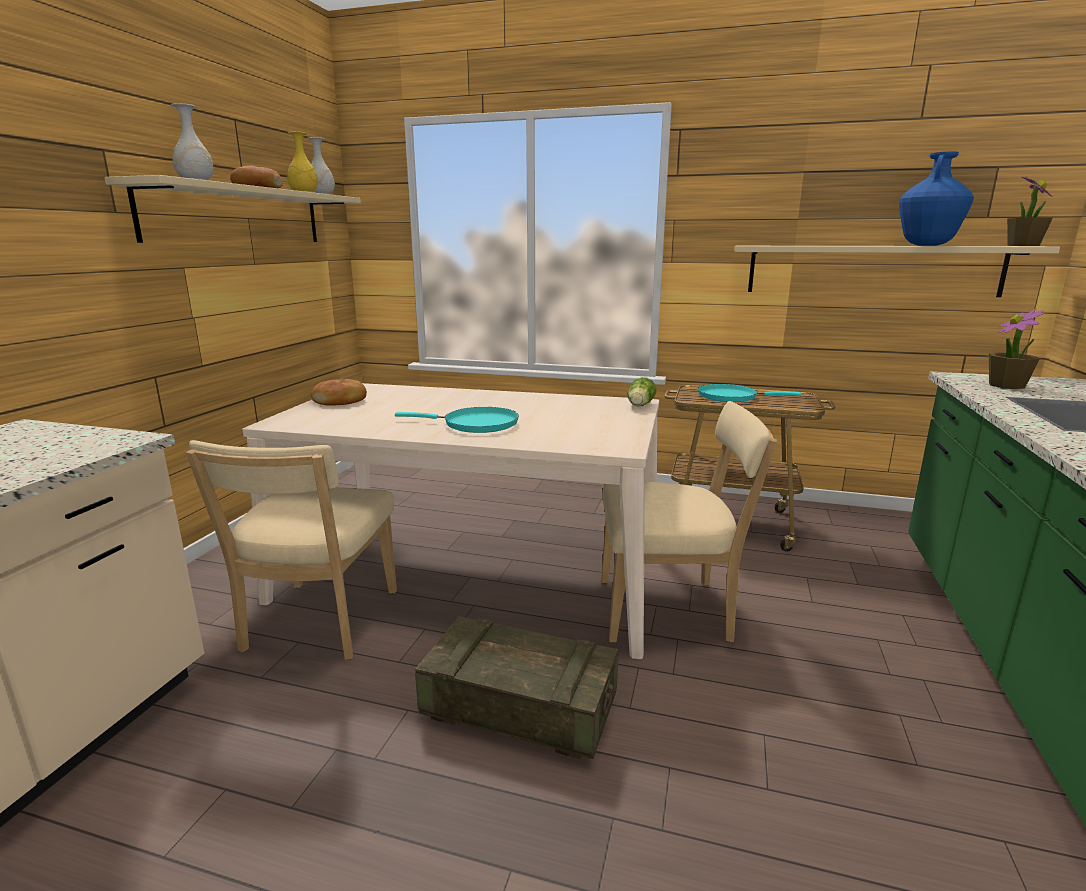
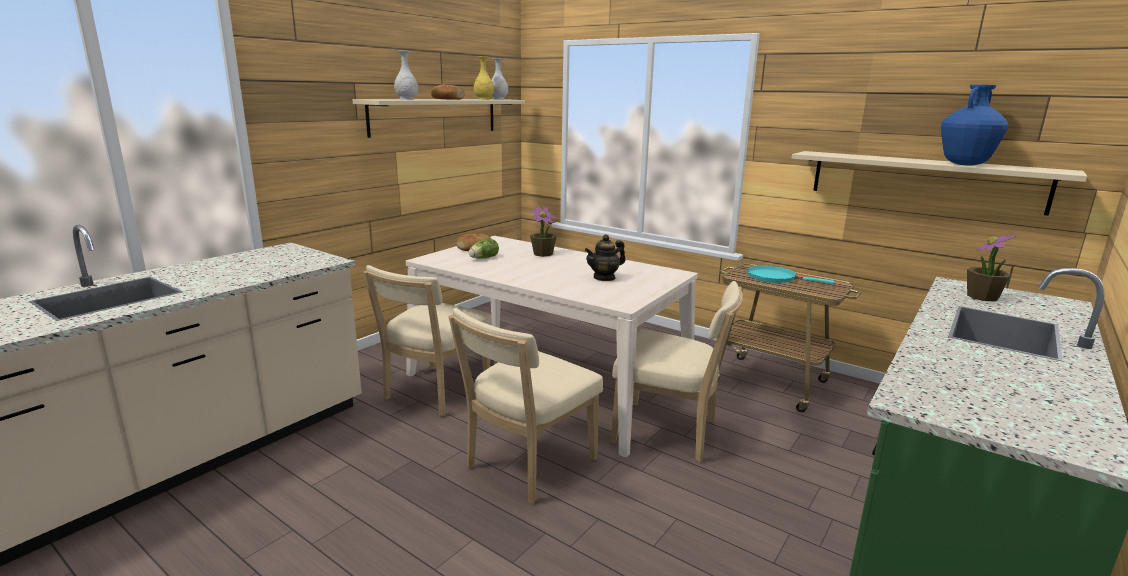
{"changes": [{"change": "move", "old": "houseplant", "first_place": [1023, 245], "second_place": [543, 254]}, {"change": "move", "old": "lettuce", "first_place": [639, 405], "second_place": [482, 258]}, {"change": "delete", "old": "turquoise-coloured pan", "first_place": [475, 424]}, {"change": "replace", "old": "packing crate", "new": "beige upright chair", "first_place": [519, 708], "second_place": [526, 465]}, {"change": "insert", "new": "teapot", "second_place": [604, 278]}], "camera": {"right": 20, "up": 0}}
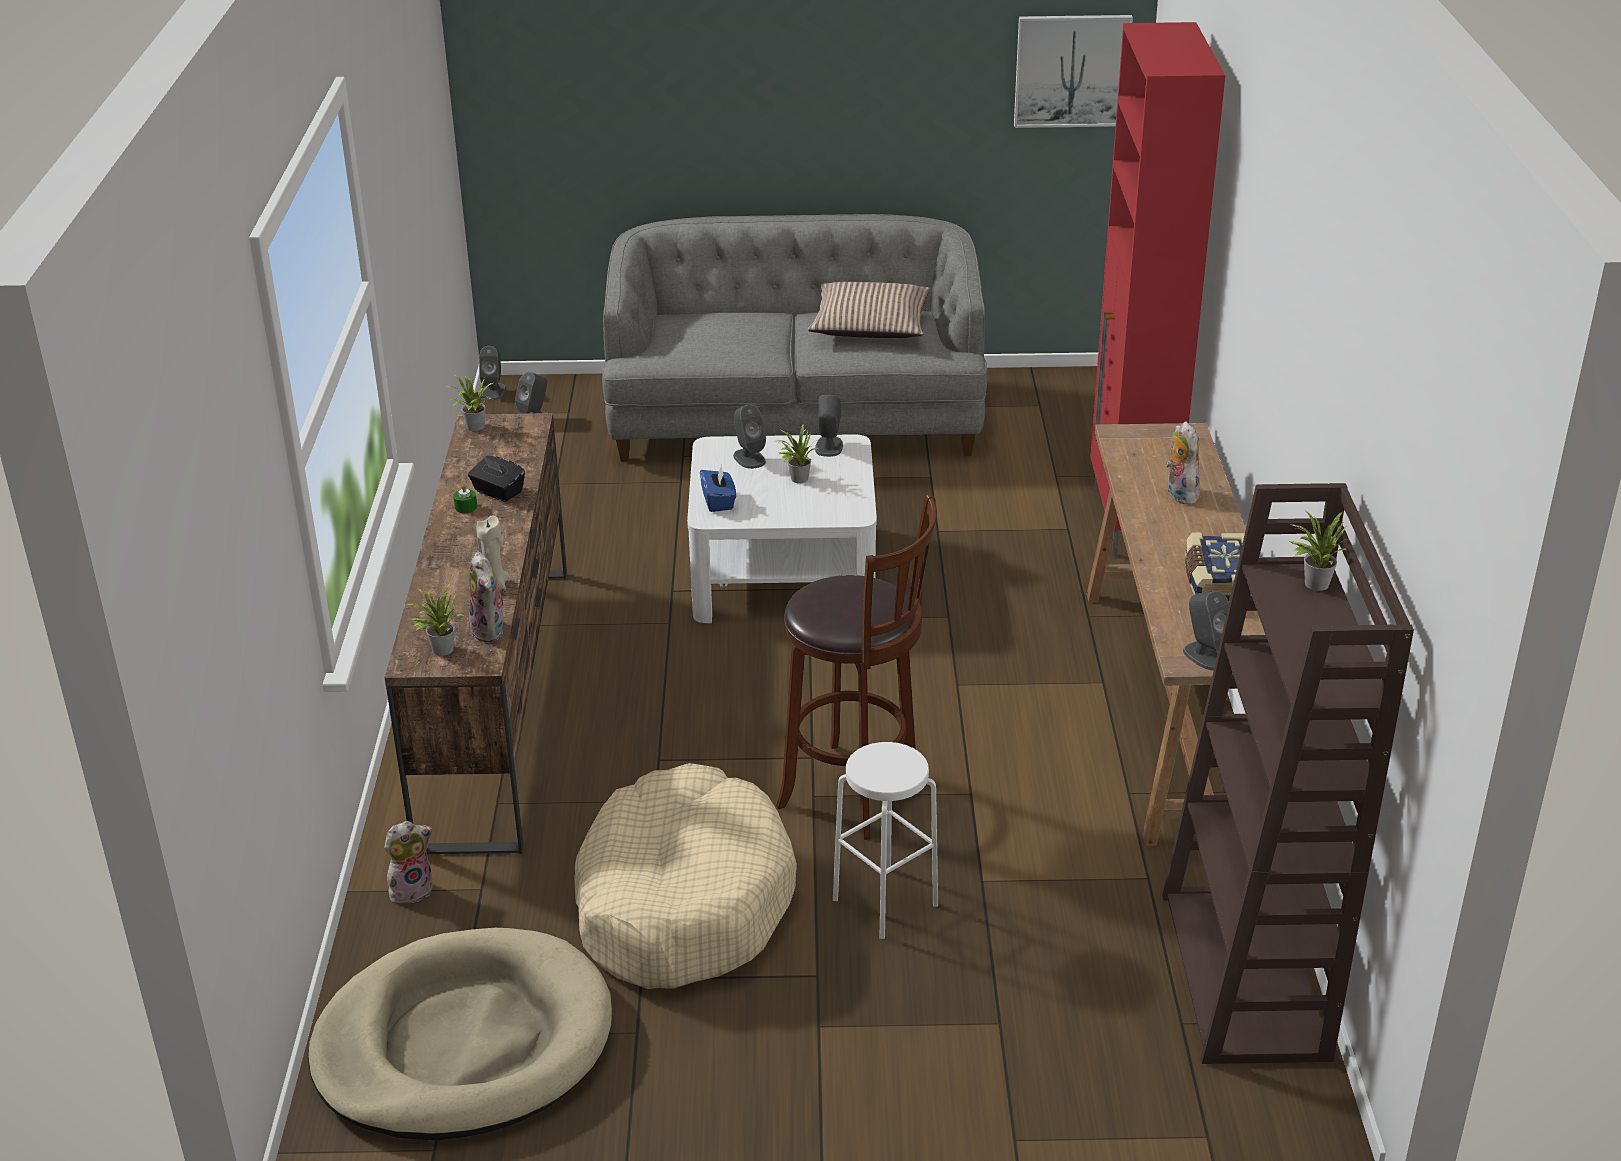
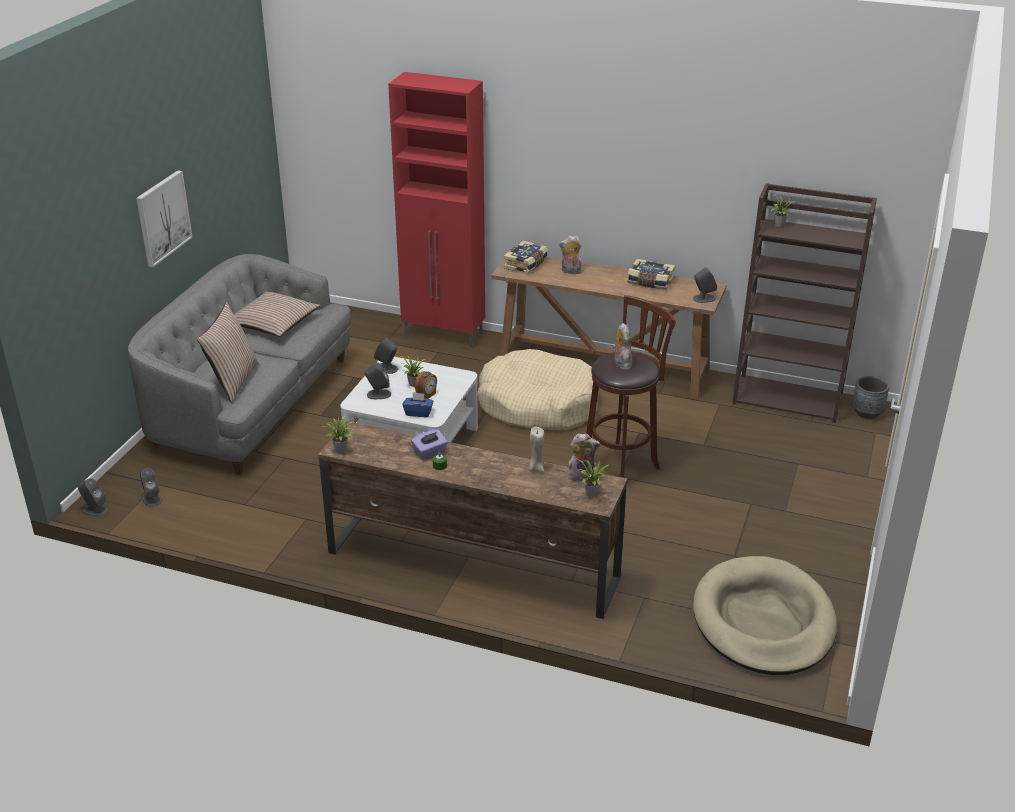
{"changes": [{"change": "move", "old": "picture", "first_place": [1071, 70], "second_place": [163, 218]}, {"change": "recolor", "old": "blackish box of tissues", "new": "purple-coloured box of tissues", "first_place": [498, 492], "second_place": [429, 452]}, {"change": "delete", "old": "whitish stool seat", "first_place": [885, 902]}, {"change": "move", "old": "beige dog bed", "first_place": [682, 902], "second_place": [538, 404]}, {"change": "move", "old": "soft toy", "first_place": [412, 889], "second_place": [621, 364]}, {"change": "insert", "new": "bound book", "second_place": [526, 264]}, {"change": "insert", "new": "cushion", "second_place": [233, 381]}, {"change": "insert", "new": "alarm clock", "second_place": [426, 395]}, {"change": "insert", "new": "grey planter", "second_place": [867, 413]}], "camera": {"right": -70, "up": 0}}
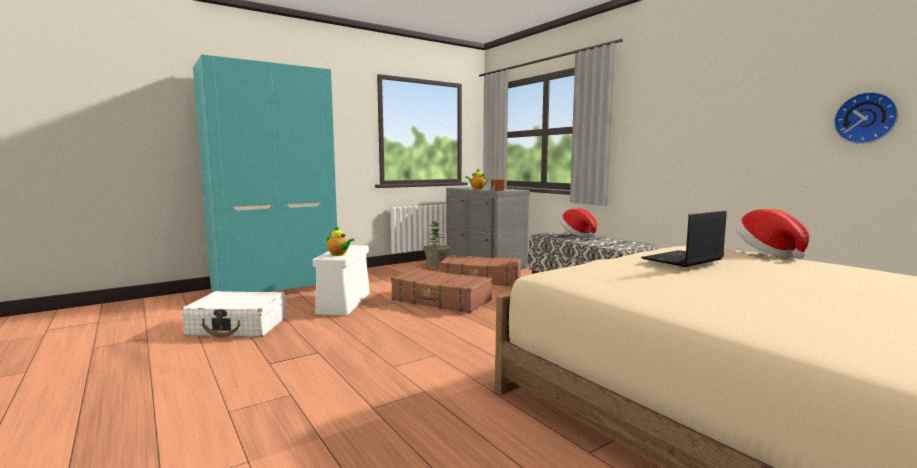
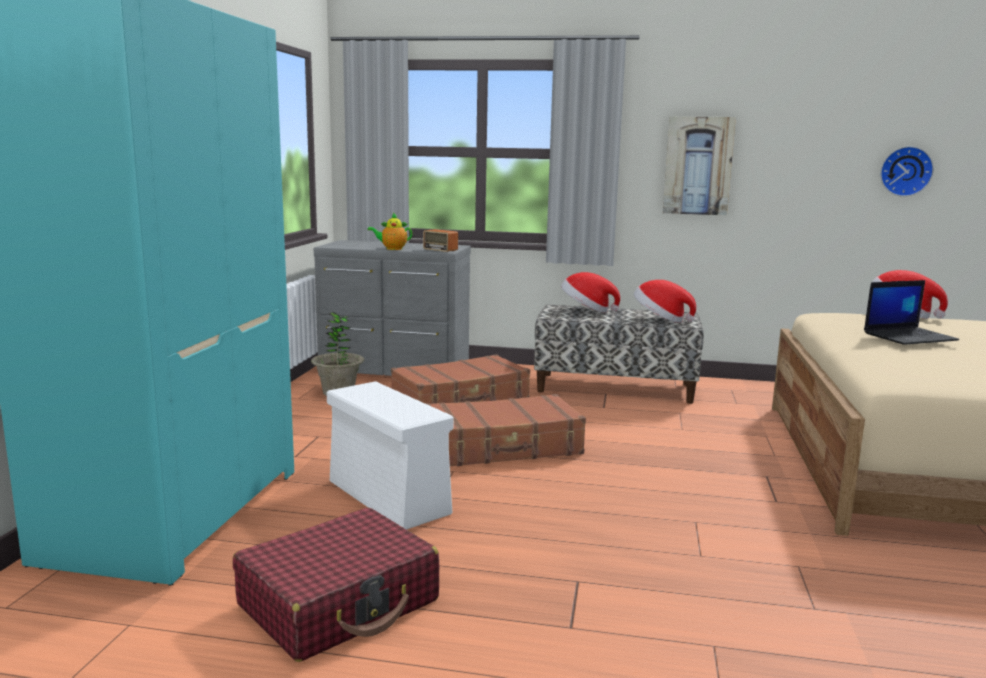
{"changes": [{"change": "rotate", "old": "laptop", "first_place": [682, 259], "second_place": [910, 336], "degrees": -120}, {"change": "delete", "old": "teapot", "first_place": [339, 255]}, {"change": "recolor", "old": "whitish piece of luggage", "new": "reddish piece of luggage", "first_place": [238, 326], "second_place": [339, 603]}, {"change": "insert", "new": "picture", "second_place": [698, 166]}, {"change": "insert", "new": "wearable hat", "second_place": [660, 319]}], "camera": {"right": -45, "up": 5}}
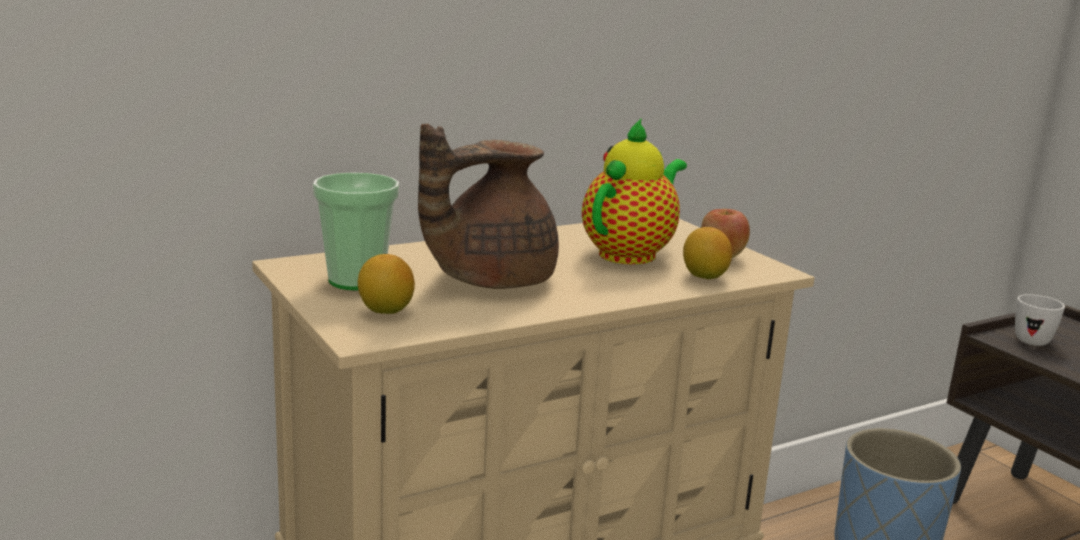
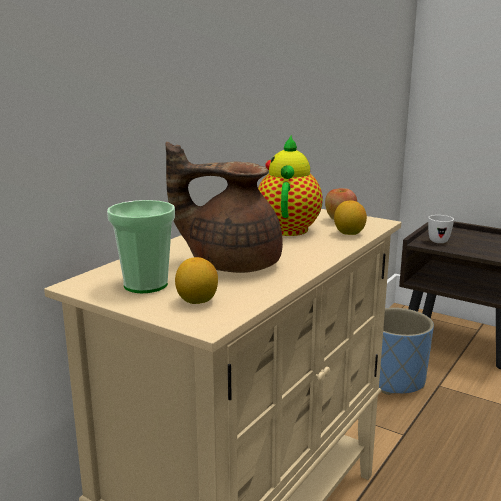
{"changes": [{"change": "rotate", "old": "brownish teapot", "first_place": [488, 280], "second_place": [231, 264], "degrees": 75}], "camera": {"right": -25, "up": 0}}
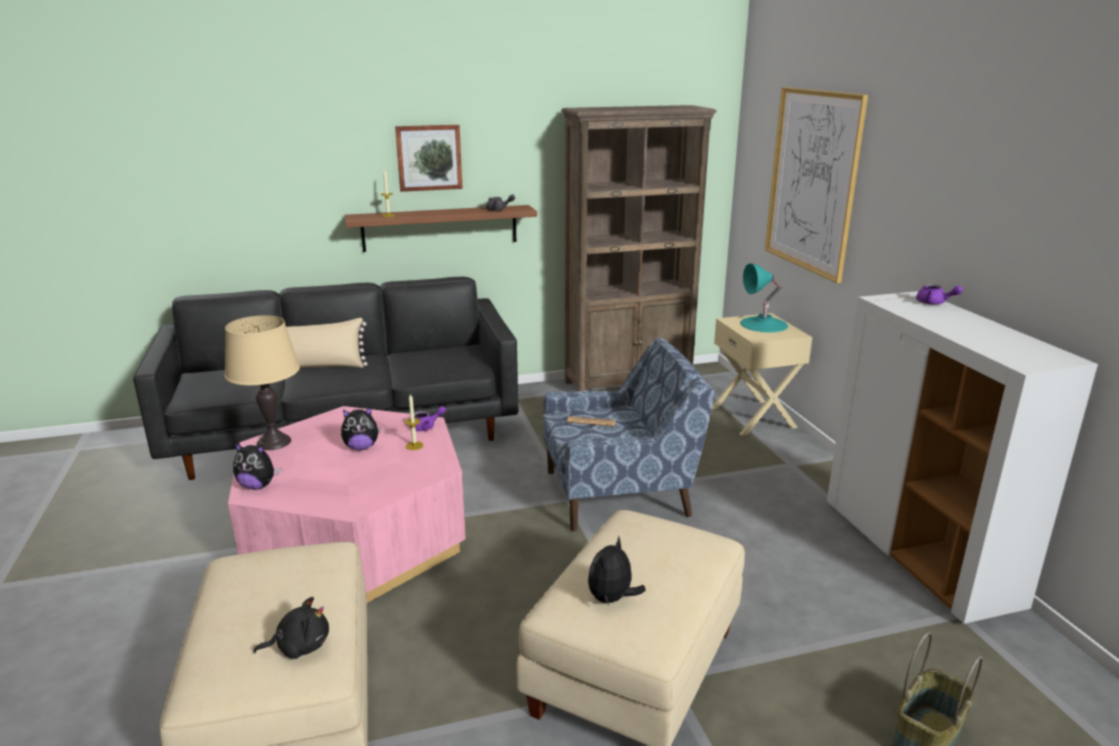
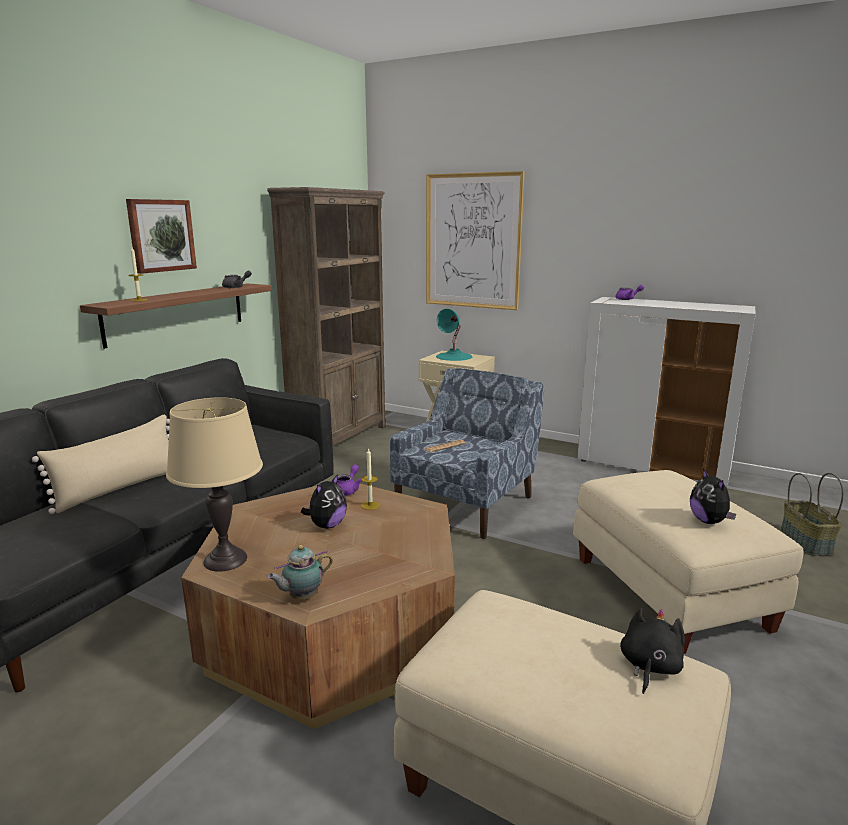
{"changes": [{"change": "recolor", "old": "pinkish low table", "new": "brownish low table", "first_place": [357, 536], "second_place": [333, 630]}, {"change": "replace", "old": "soft toy", "new": "teapot", "first_place": [258, 486], "second_place": [301, 597]}], "camera": {"right": -45, "up": -5}}
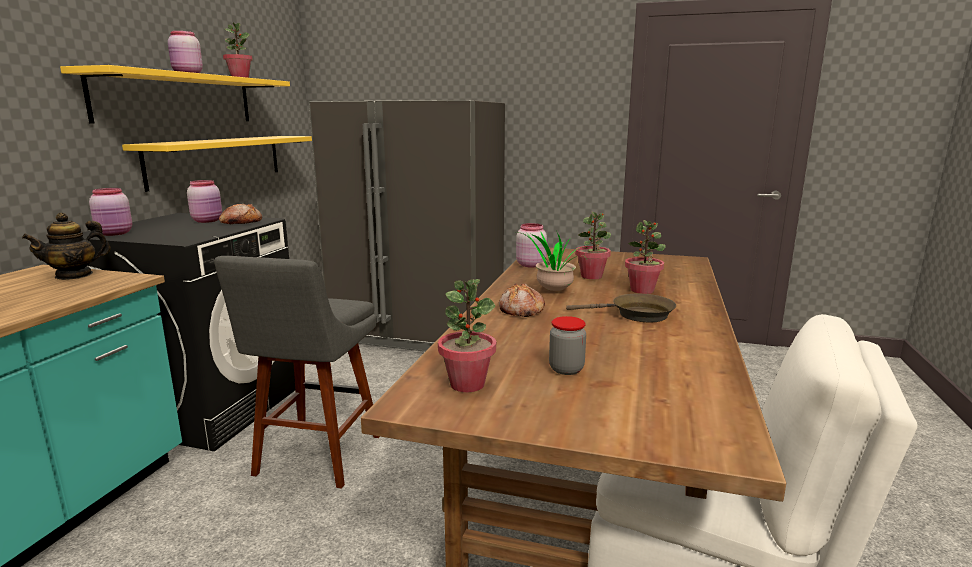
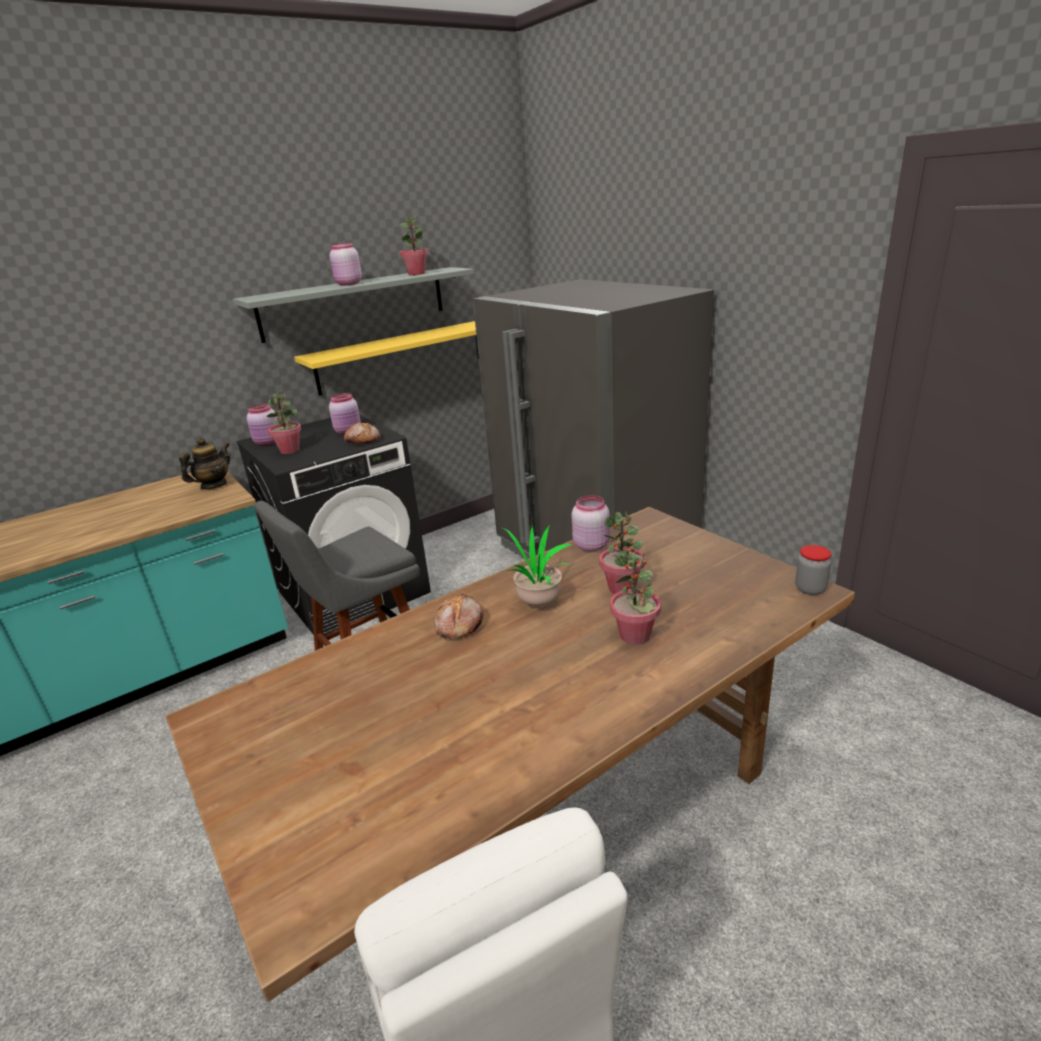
{"changes": [{"change": "recolor", "old": "yellowish shelf", "new": "grey shelf", "first_place": [178, 99], "second_place": [354, 303]}, {"change": "rotate", "old": "teapot", "first_place": [74, 275], "second_place": [213, 485], "degrees": 135}, {"change": "move", "old": "houseplant", "first_place": [467, 384], "second_place": [290, 450]}, {"change": "delete", "old": "brownish pan", "first_place": [637, 315]}, {"change": "move", "old": "storage jar", "first_place": [566, 369], "second_place": [810, 589]}], "camera": {"right": 40, "up": 10}}
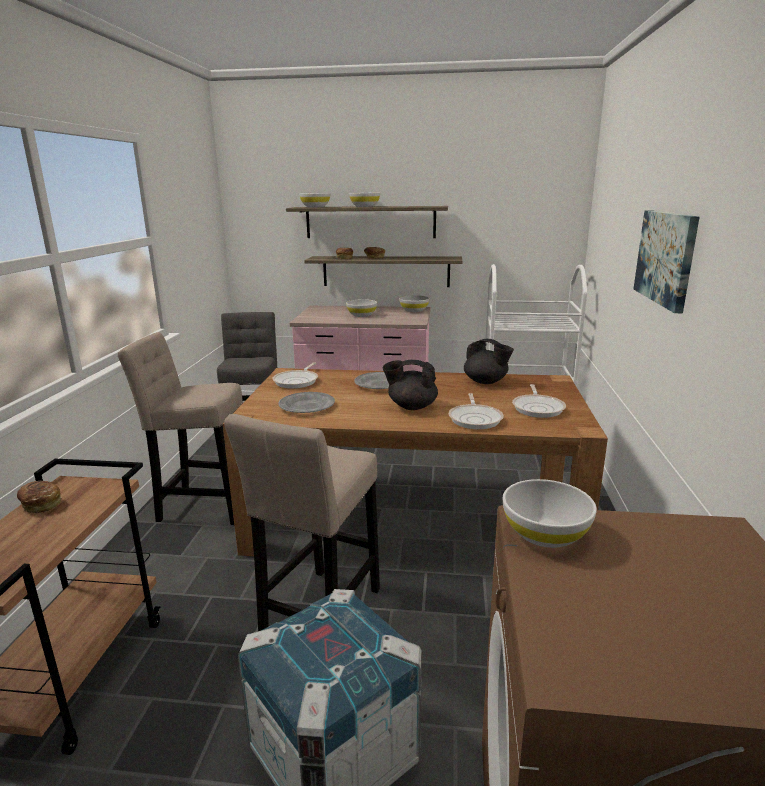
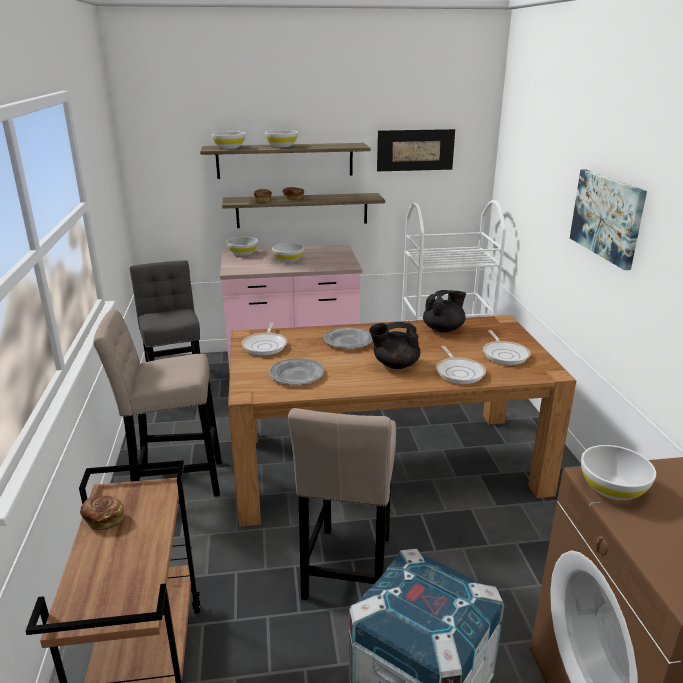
{"changes": [{"change": "move", "old": "whitish bowl", "first_place": [414, 310], "second_place": [243, 253]}, {"change": "rotate", "old": "blackish teapot", "first_place": [486, 382], "second_place": [443, 329], "degrees": -60}, {"change": "insert", "new": "picture", "second_place": [415, 150]}], "camera": {"right": -15, "up": 5}}
